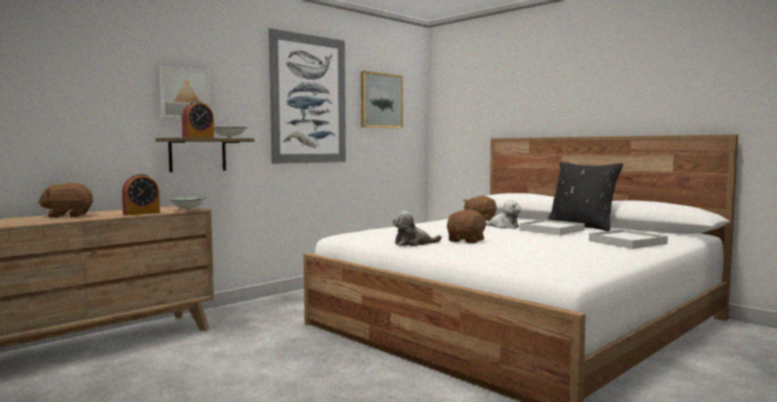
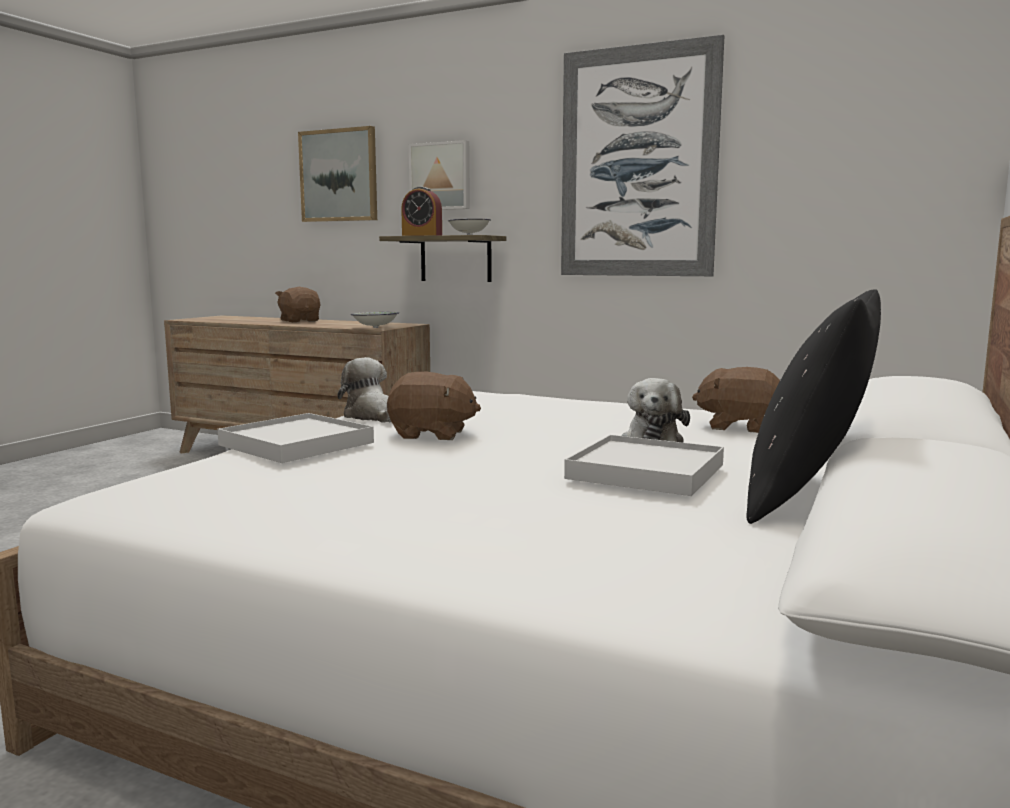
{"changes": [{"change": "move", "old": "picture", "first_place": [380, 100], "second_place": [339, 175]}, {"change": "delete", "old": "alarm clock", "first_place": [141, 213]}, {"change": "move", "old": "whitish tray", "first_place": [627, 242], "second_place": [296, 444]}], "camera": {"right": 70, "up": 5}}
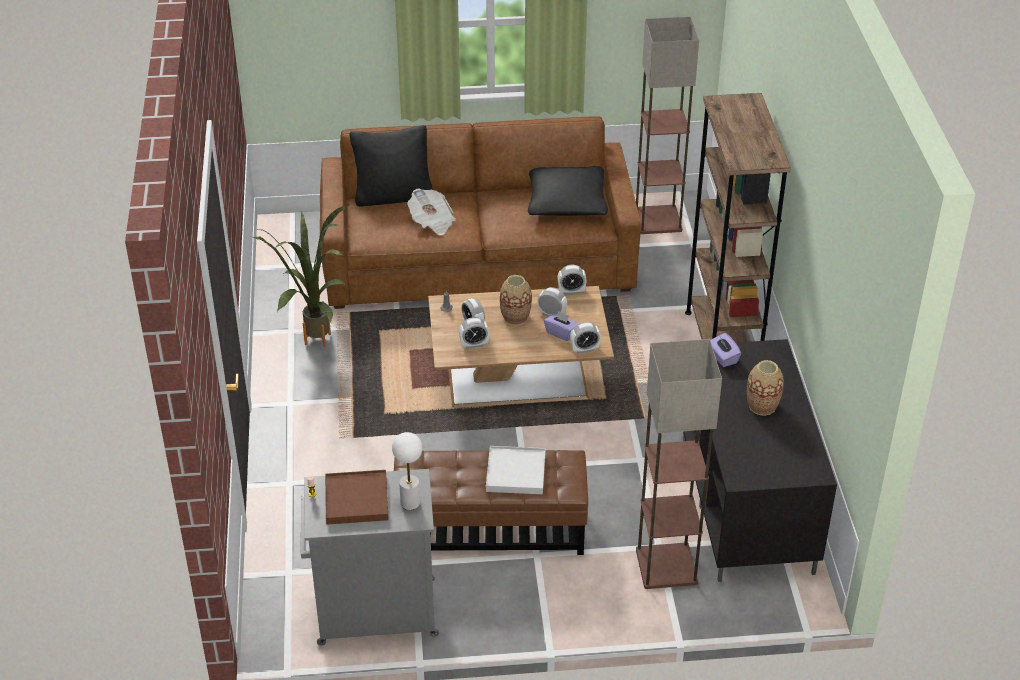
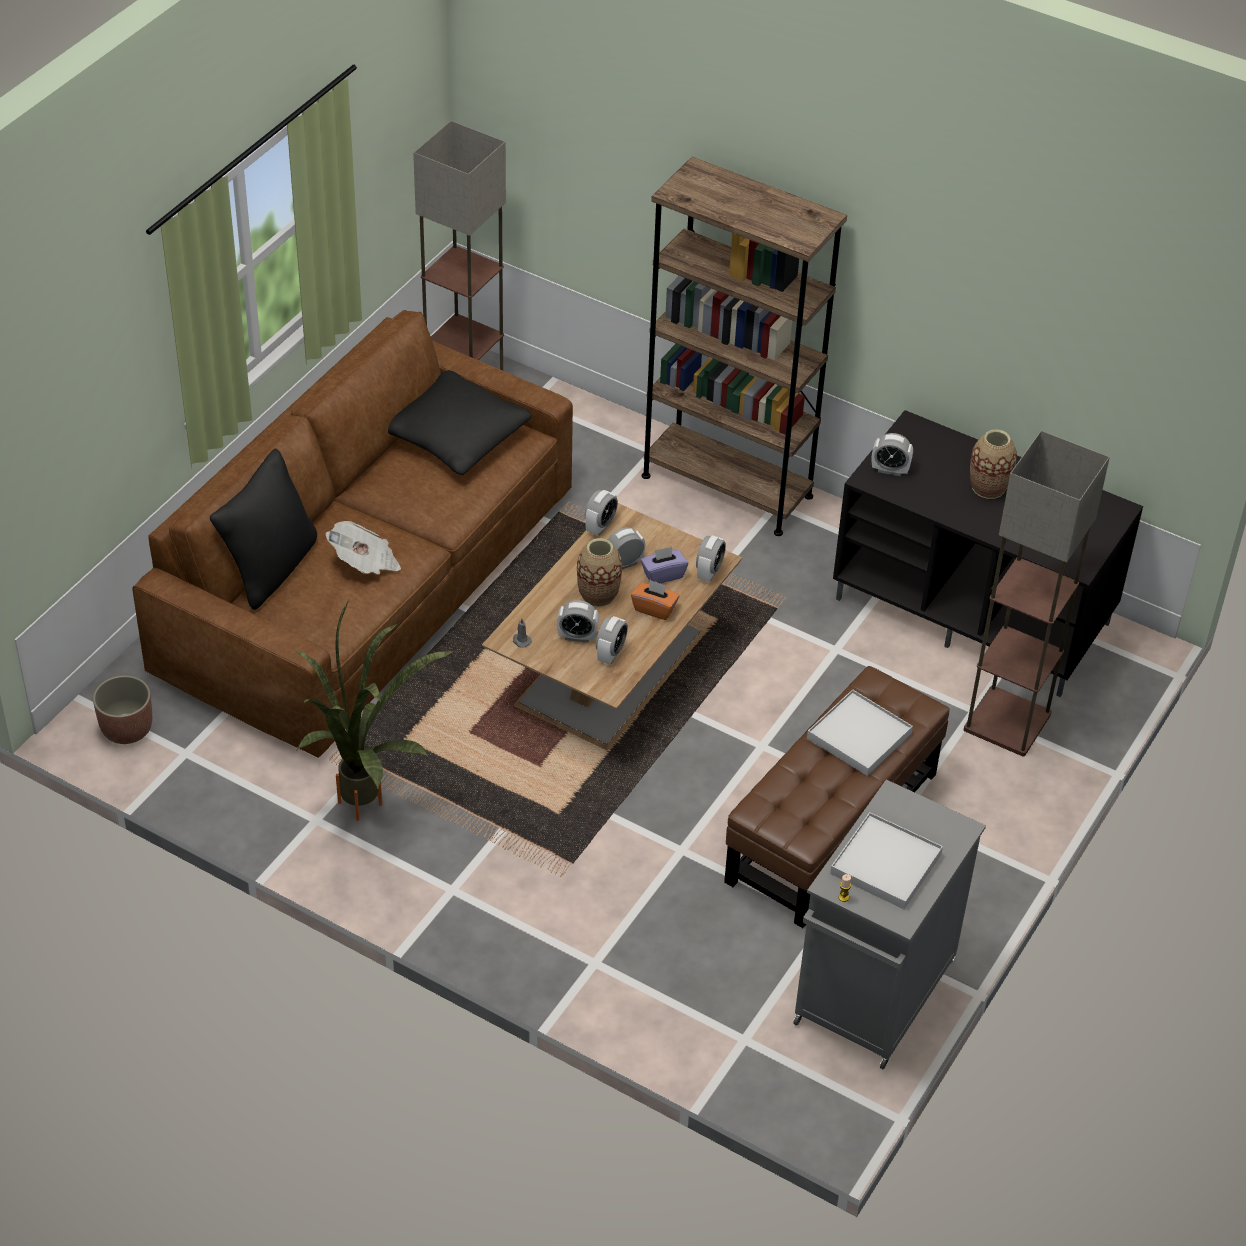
{"changes": [{"change": "replace", "old": "purple-coloured box of tissues", "new": "alarm clock", "first_place": [723, 358], "second_place": [890, 470]}, {"change": "delete", "old": "whitish tabletop lamp", "first_place": [410, 503]}, {"change": "recolor", "old": "brownish tray", "new": "whitish tray", "first_place": [357, 499], "second_place": [885, 864]}, {"change": "insert", "new": "orange box of tissues", "second_place": [654, 608]}, {"change": "insert", "new": "planter", "second_place": [127, 728]}], "camera": {"right": -55, "up": 5}}
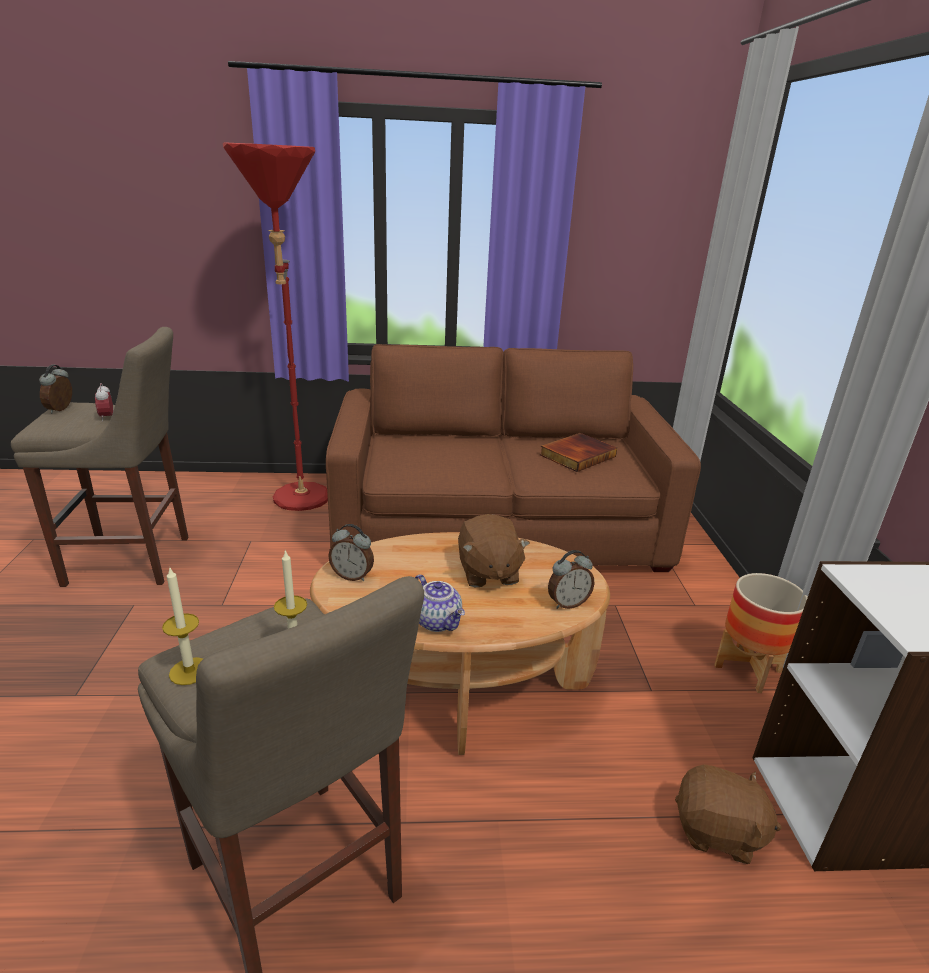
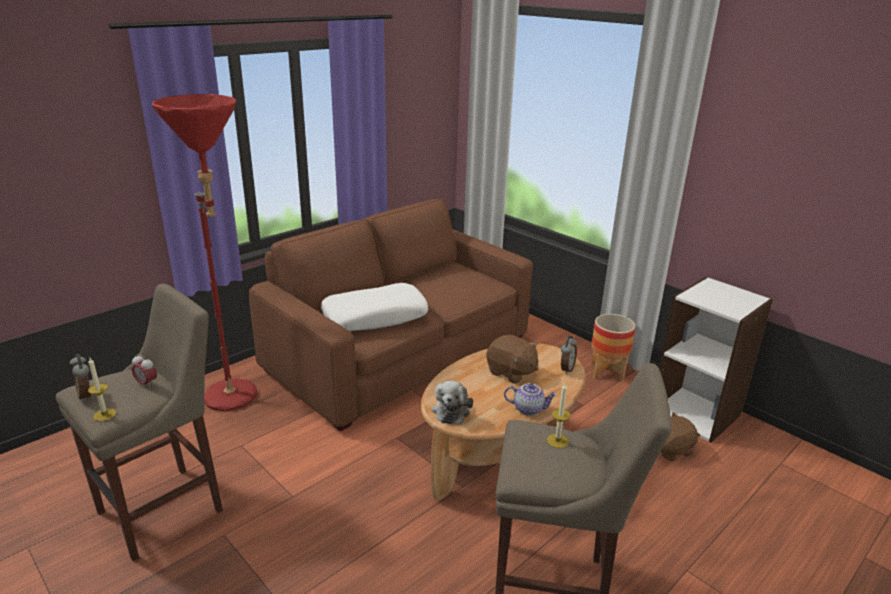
{"changes": [{"change": "delete", "old": "bound book", "first_place": [577, 455]}, {"change": "replace", "old": "alarm clock", "new": "soft toy", "first_place": [352, 576], "second_place": [451, 410]}, {"change": "move", "old": "wax candle", "first_place": [189, 671], "second_place": [104, 414]}, {"change": "insert", "new": "whitish cushion", "second_place": [375, 317]}], "camera": {"right": -40, "up": 0}}
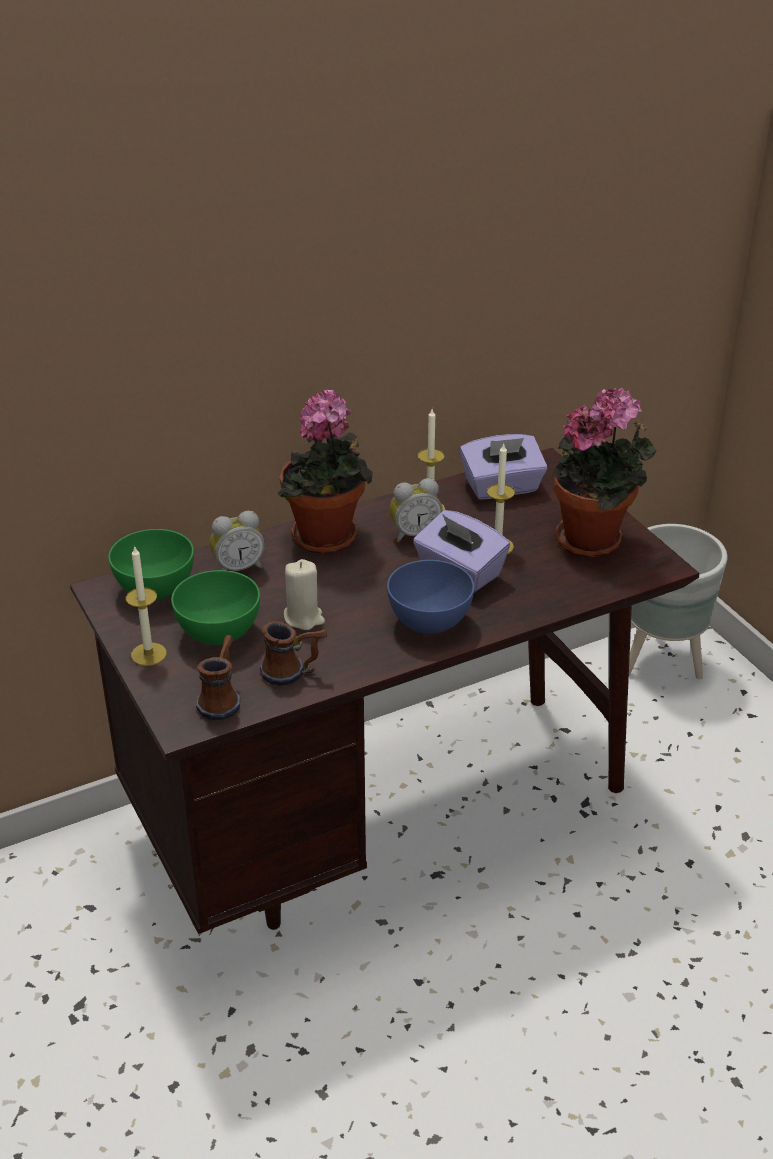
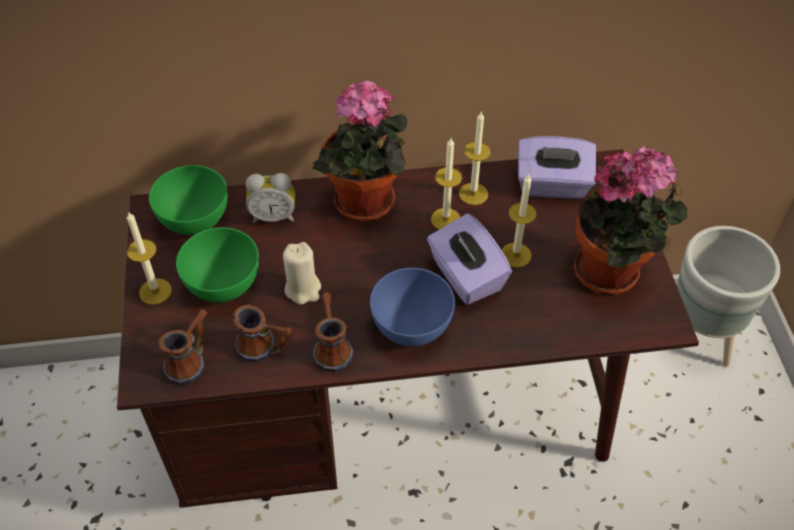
{"changes": [{"change": "replace", "old": "alarm clock", "new": "wax candle", "first_place": [414, 534], "second_place": [445, 219]}, {"change": "insert", "new": "tea mug", "second_place": [332, 346]}], "camera": {"right": 20, "up": 15}}
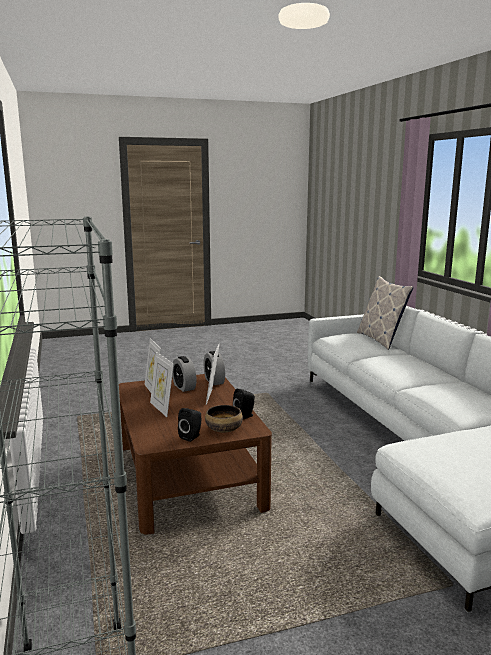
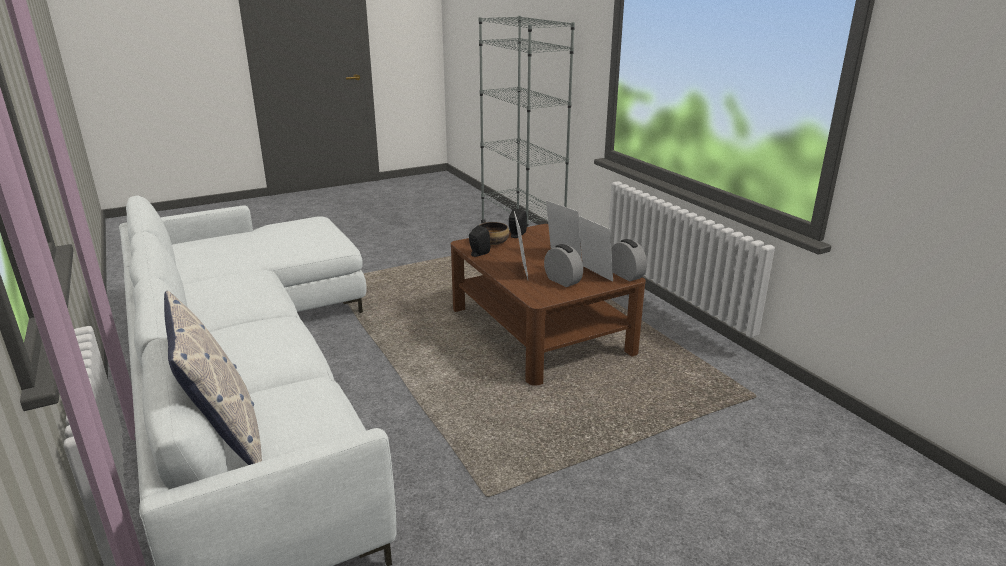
{"changes": [{"change": "move", "old": "alarm clock", "first_place": [214, 381], "second_place": [626, 275]}], "camera": {"right": 170, "up": 10}}
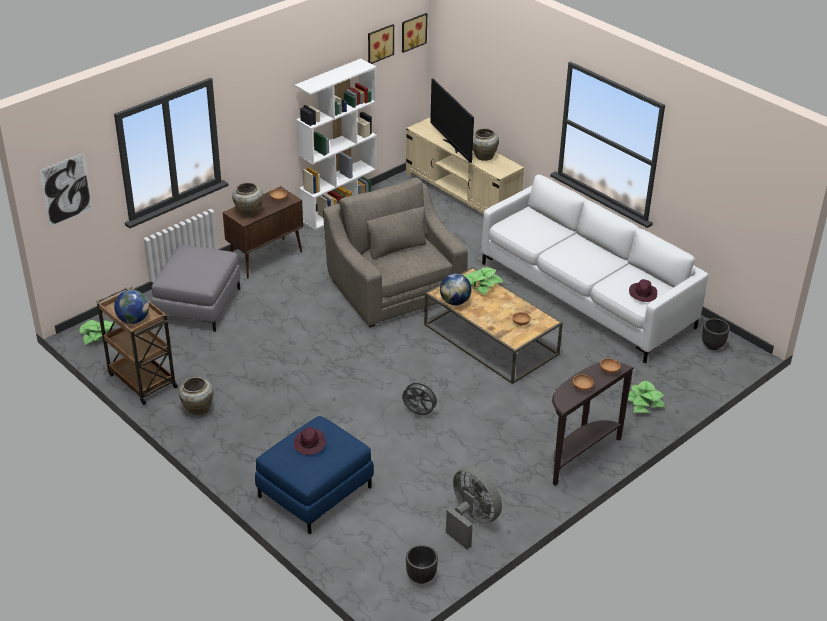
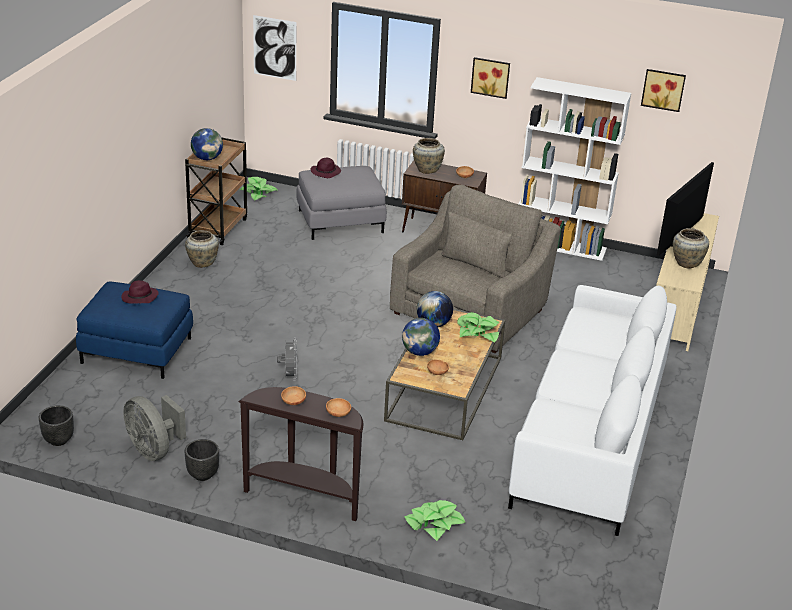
{"changes": [{"change": "move", "old": "picture", "first_place": [412, 32], "second_place": [490, 77]}, {"change": "move", "old": "purple-coloured wearable hat", "first_place": [642, 294], "second_place": [326, 172]}, {"change": "move", "old": "blackish planter", "first_place": [713, 345], "second_place": [203, 475]}, {"change": "rotate", "old": "grey cooling fan", "first_place": [471, 521], "second_place": [154, 450], "degrees": 120}, {"change": "insert", "new": "globe", "second_place": [420, 352]}], "camera": {"right": 60, "up": -5}}
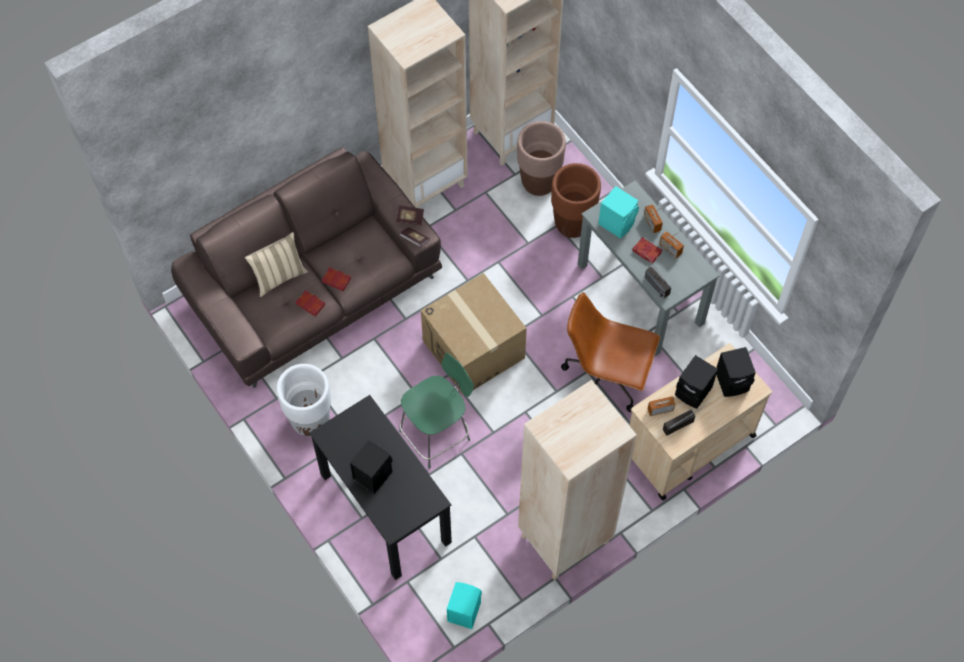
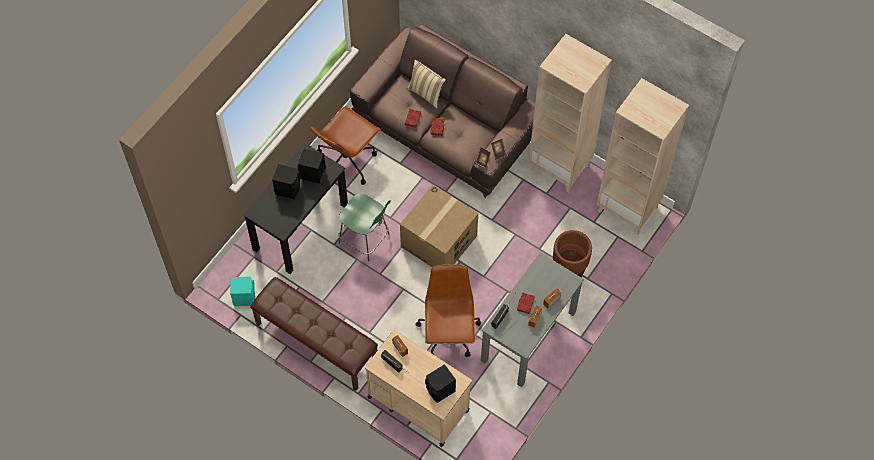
{"changes": [{"change": "delete", "old": "brownish planter", "first_place": [539, 182]}, {"change": "delete", "old": "turquoise-coloured speaker", "first_place": [617, 222]}, {"change": "move", "old": "blackish speaker", "first_place": [694, 392], "second_place": [312, 174]}, {"change": "replace", "old": "whitish planter", "new": "brownish computer chair", "first_place": [310, 421], "second_place": [346, 161]}, {"change": "replace", "old": "beige shelving unit", "new": "brownish bench", "first_place": [564, 540], "second_place": [316, 343]}], "camera": {"right": 70, "up": 0}}
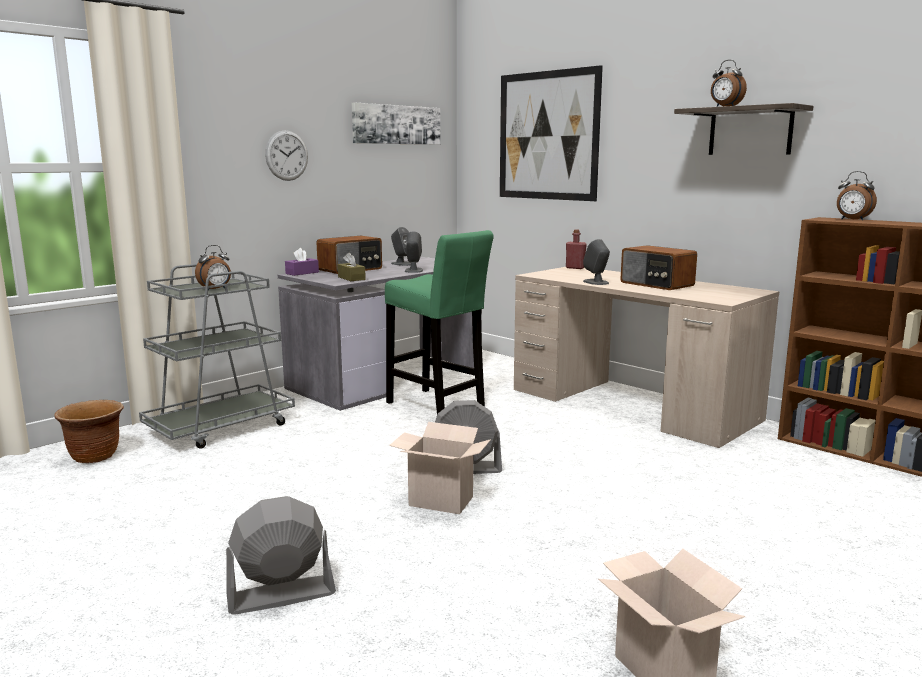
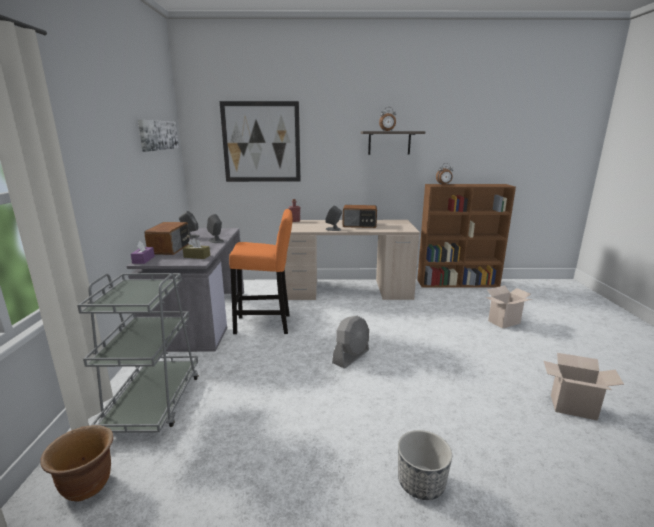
{"changes": [{"change": "delete", "old": "wall clock", "first_place": [286, 155]}, {"change": "recolor", "old": "green-coloured stool seat", "new": "orange stool seat", "first_place": [438, 406], "second_place": [266, 324]}, {"change": "delete", "old": "alarm clock", "first_place": [216, 289]}, {"change": "move", "old": "carton", "first_place": [438, 502], "second_place": [504, 322]}, {"change": "replace", "old": "grey cooling fan", "new": "planter", "first_place": [281, 595], "second_place": [421, 483]}], "camera": {"right": -45, "up": 5}}
